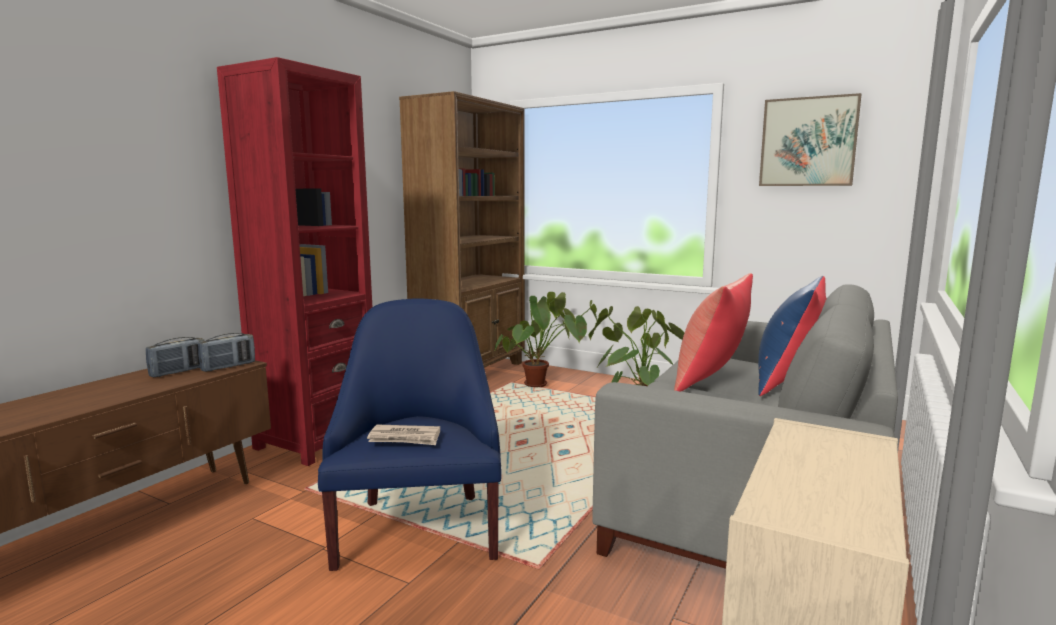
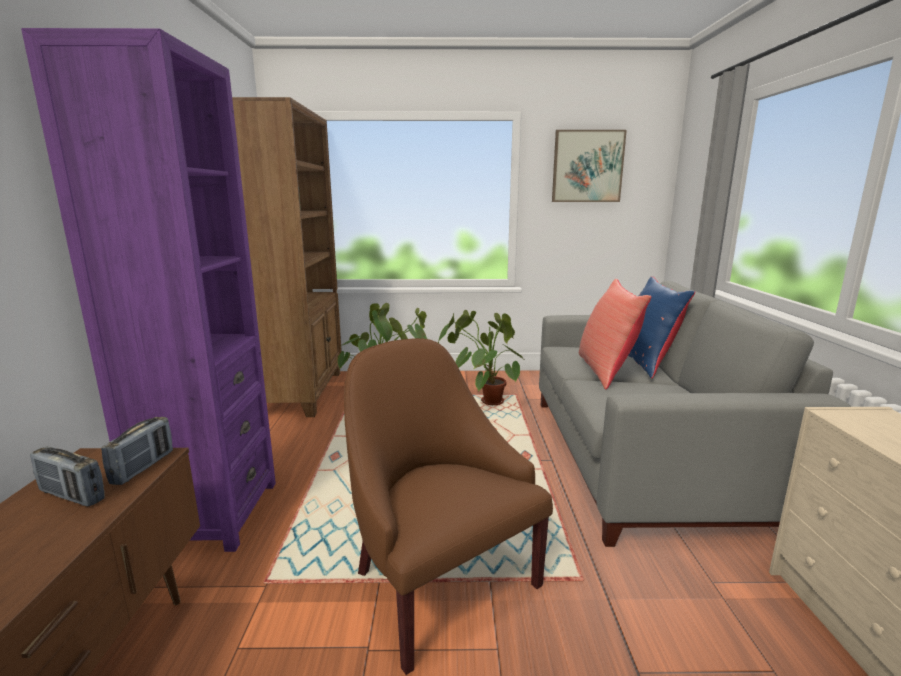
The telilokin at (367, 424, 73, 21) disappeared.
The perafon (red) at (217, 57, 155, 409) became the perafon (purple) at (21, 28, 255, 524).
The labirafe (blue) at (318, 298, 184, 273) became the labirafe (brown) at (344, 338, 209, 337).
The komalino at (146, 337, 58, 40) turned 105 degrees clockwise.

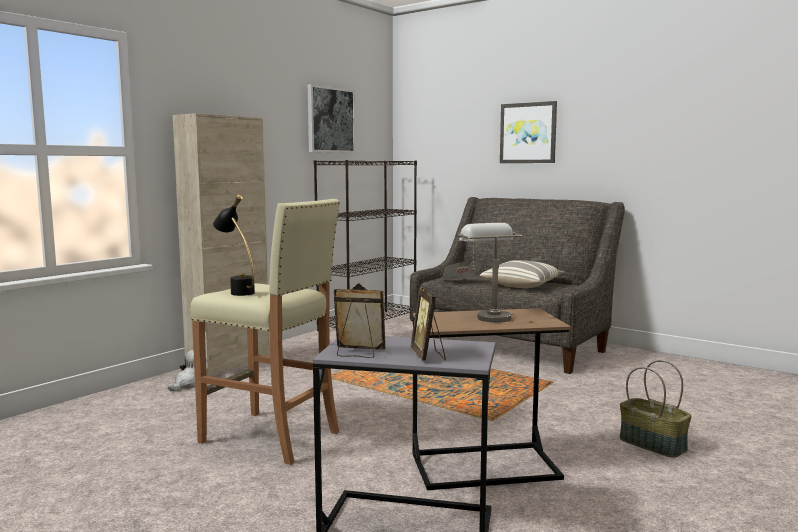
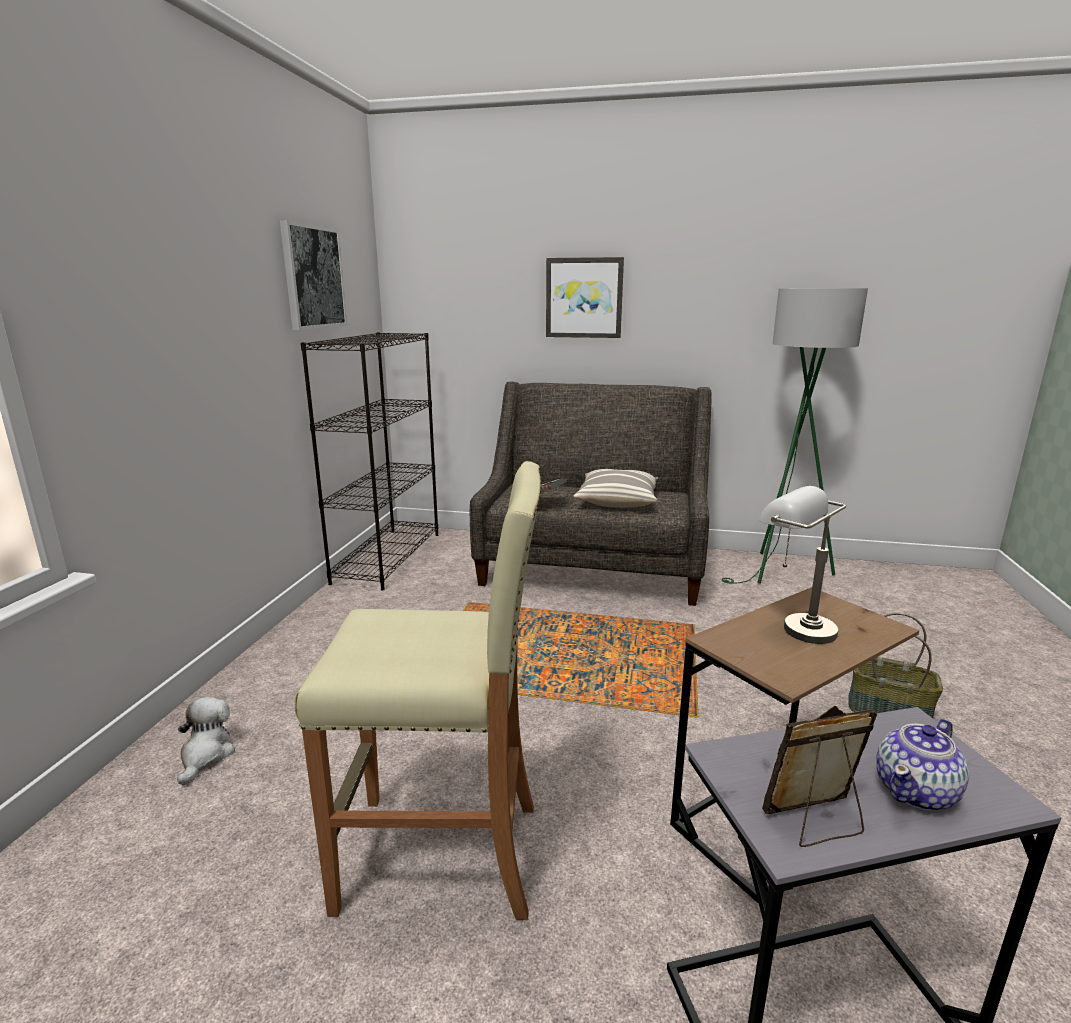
The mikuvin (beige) at (173, 113, 97, 263) disappeared.
The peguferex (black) at (213, 194, 42, 102) disappeared.
The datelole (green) at (722, 288, 146, 296) appeared.
The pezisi at (410, 285, 36, 75) was replaced by the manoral at (877, 719, 92, 92).

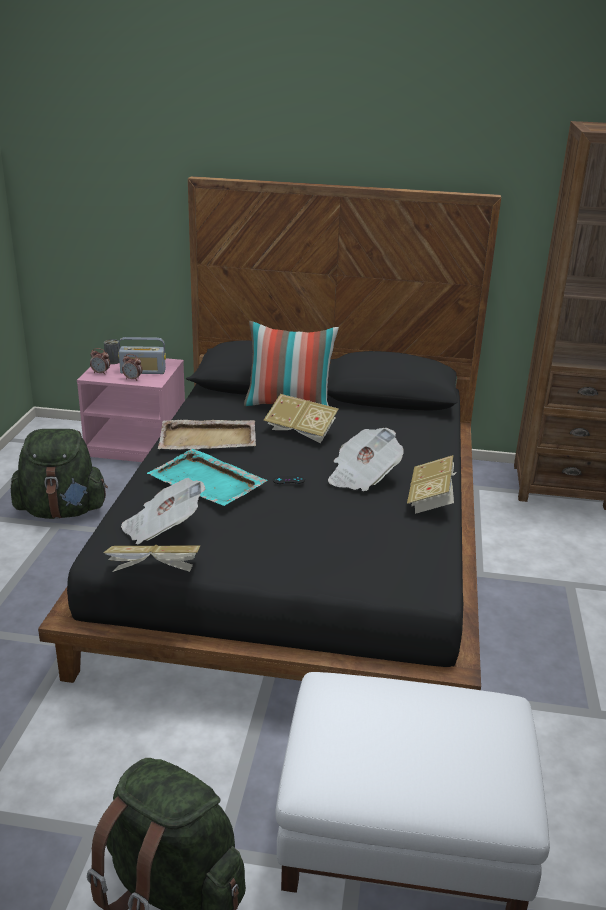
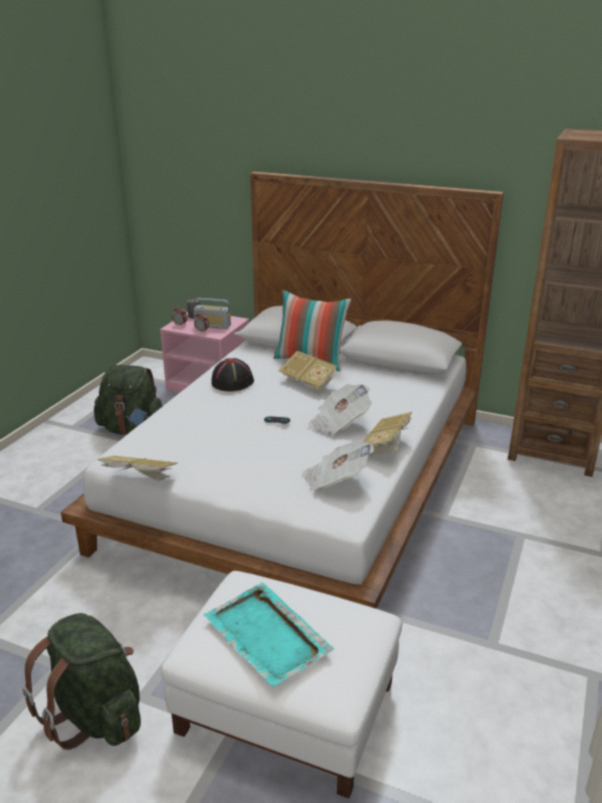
The telilokin moved from (121, 478, 84, 67) to (302, 439, 72, 52).
The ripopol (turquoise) moved from (147, 449, 121, 57) to (203, 583, 131, 104).
The ripopol (beige) at (158, 420, 98, 29) was replaced by the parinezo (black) at (211, 358, 43, 33).
The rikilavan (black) at (38, 176, 463, 514) became the rikilavan (white) at (61, 171, 443, 438).

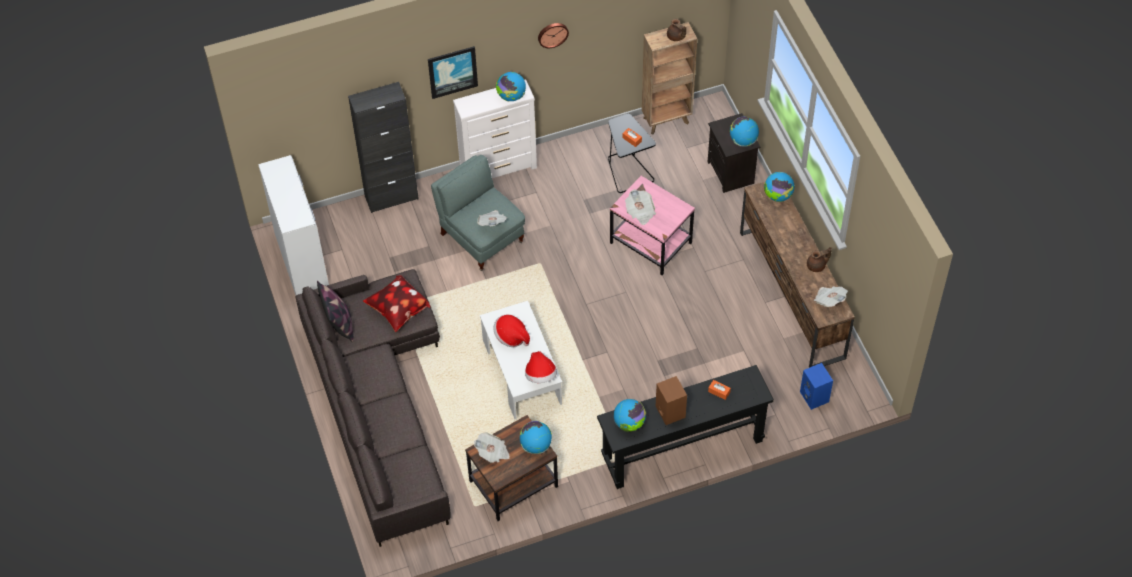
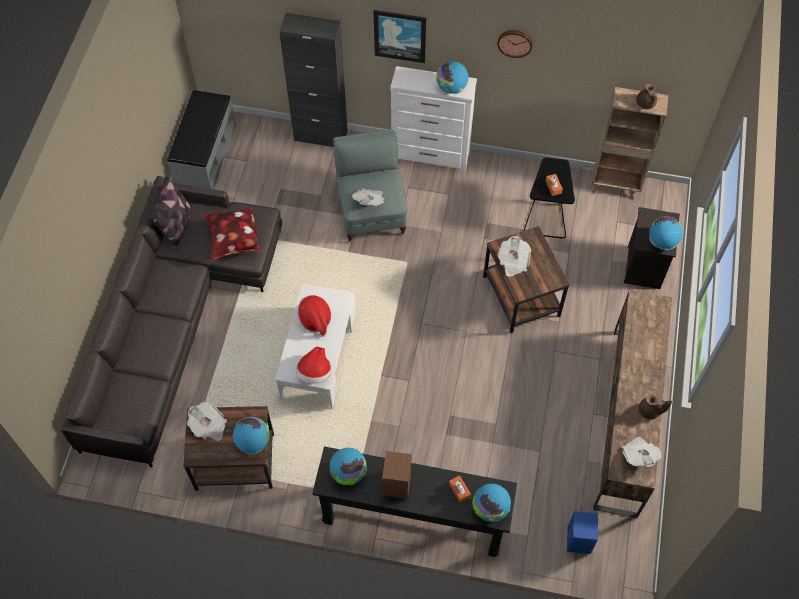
The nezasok moved from (764, 172, 31, 30) to (472, 484, 39, 38).
The mikuvin (white) at (258, 155, 71, 140) was replaced by the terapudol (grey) at (167, 90, 69, 99).
The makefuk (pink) at (610, 176, 85, 99) became the makefuk (brown) at (483, 226, 86, 107).

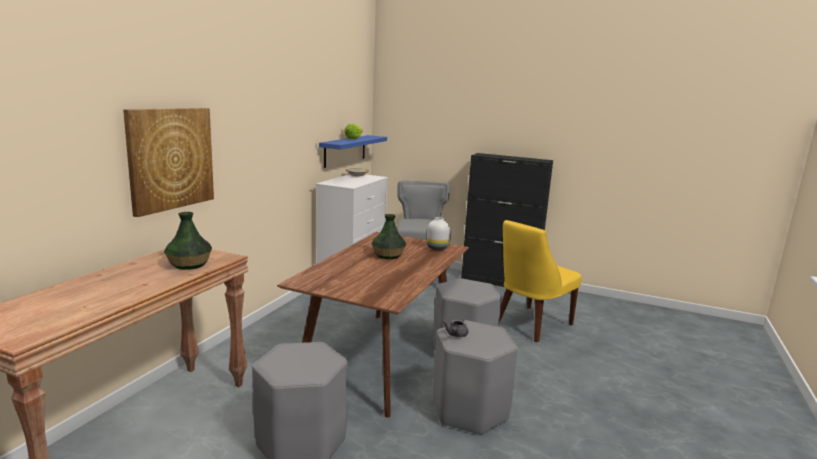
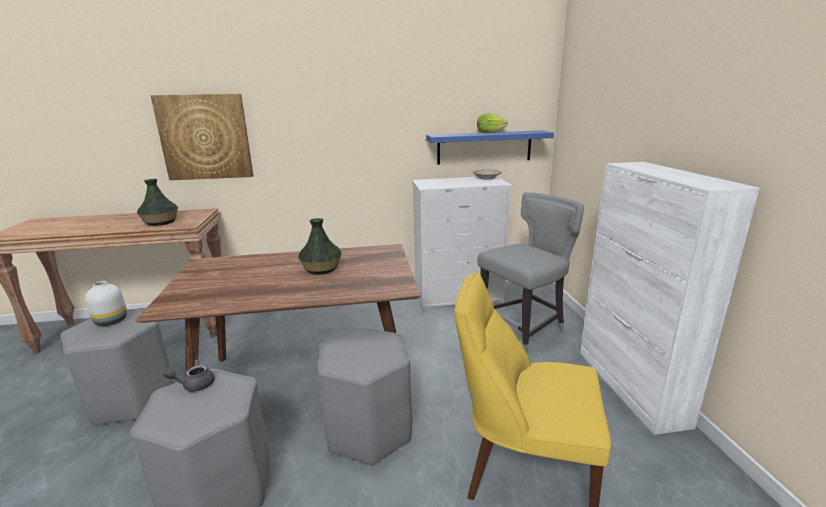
The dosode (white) moved from (427, 217, 23, 33) to (85, 281, 42, 45).
The mikuvin (black) at (461, 153, 92, 134) became the mikuvin (white) at (580, 162, 180, 273).

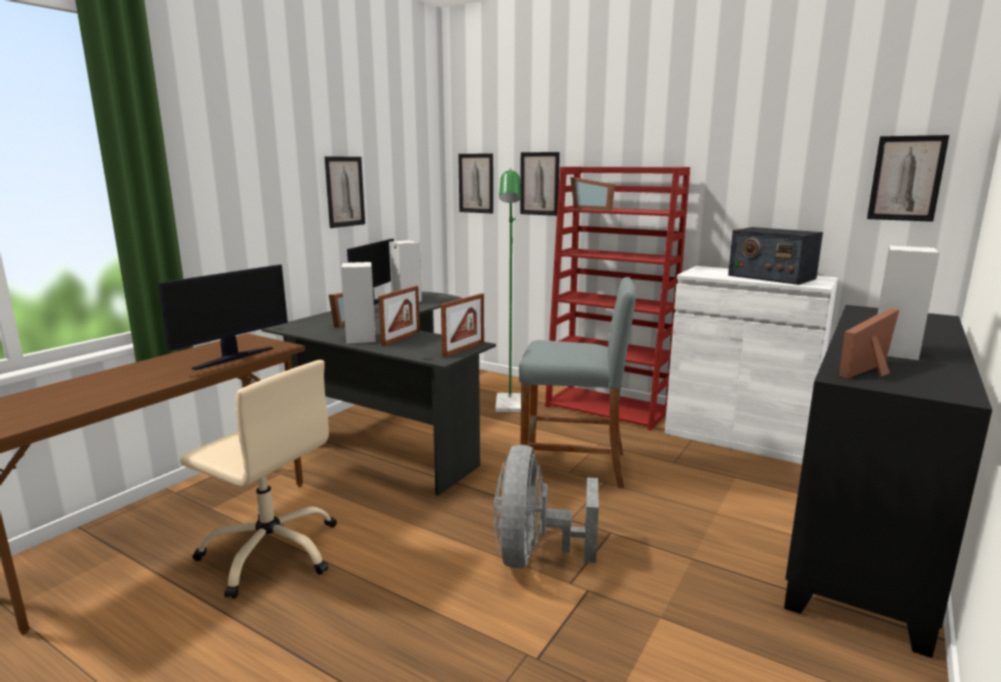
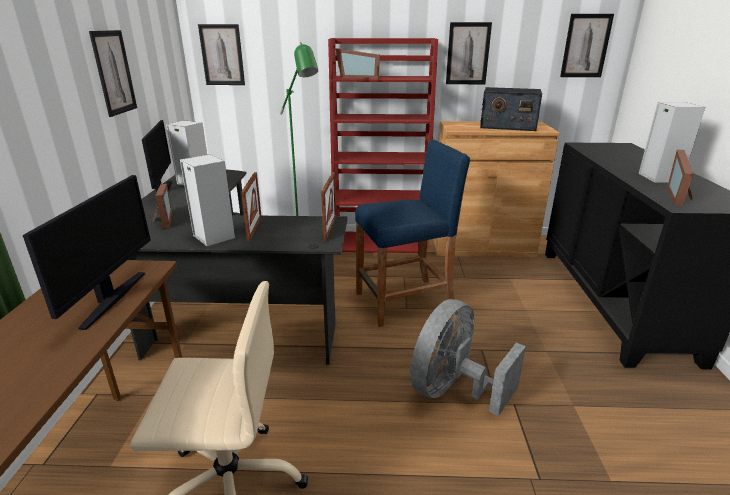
The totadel moved from (520, 152, 40, 64) to (446, 22, 46, 62).
The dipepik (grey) at (519, 277, 117, 211) became the dipepik (blue) at (355, 139, 115, 188).
The mikuvin (white) at (665, 266, 173, 199) became the mikuvin (brown) at (433, 121, 127, 137).
The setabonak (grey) at (494, 445, 105, 124) turned 60 degrees clockwise.

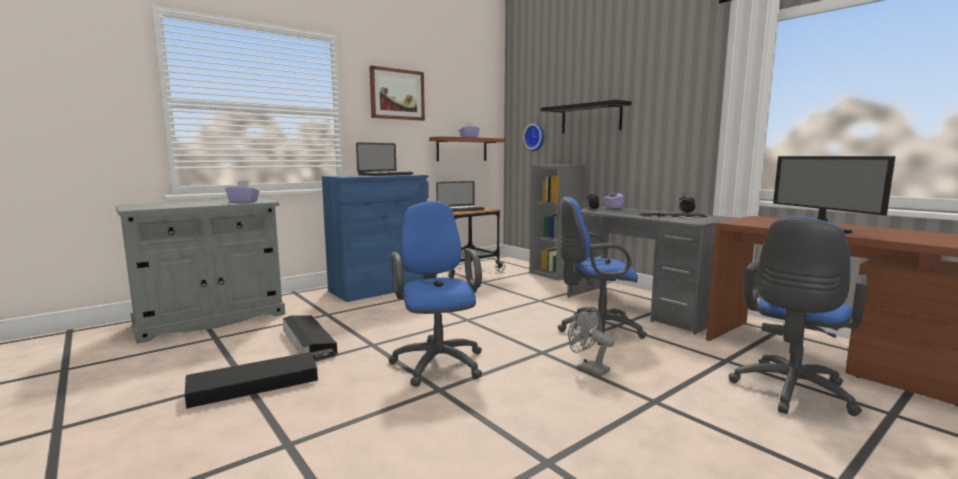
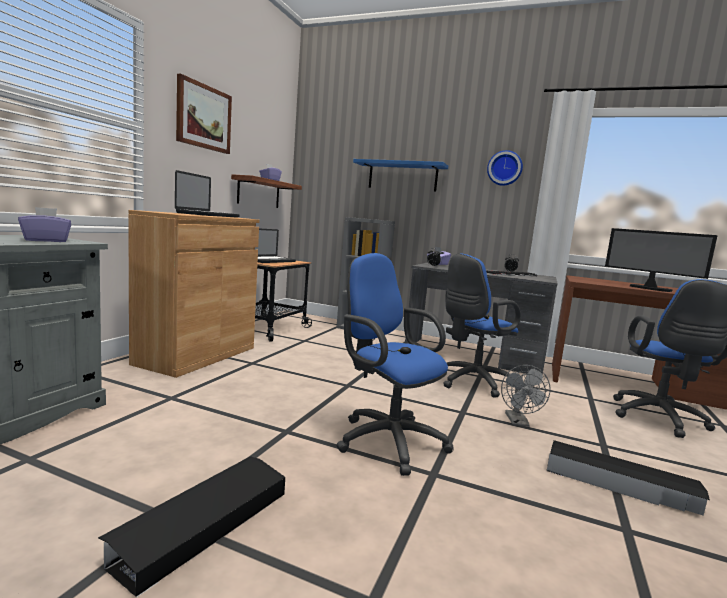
The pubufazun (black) moved from (283, 315, 55, 45) to (547, 440, 163, 76).
The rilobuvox moved from (523, 122, 21, 29) to (487, 150, 36, 36).
The mikuvin (blue) at (322, 174, 107, 128) became the mikuvin (brown) at (128, 210, 131, 168).
The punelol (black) at (540, 99, 92, 34) became the punelol (blue) at (353, 159, 95, 33).
The setabonak (grey) at (568, 307, 46, 69) turned 105 degrees counterclockwise.

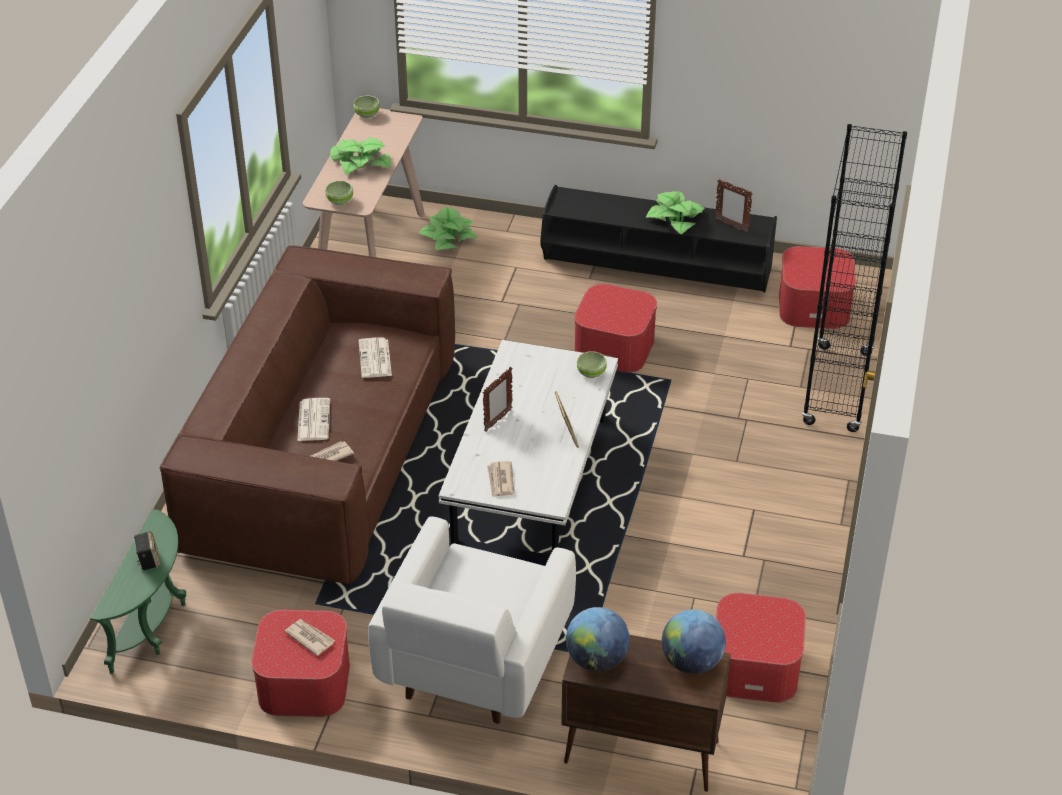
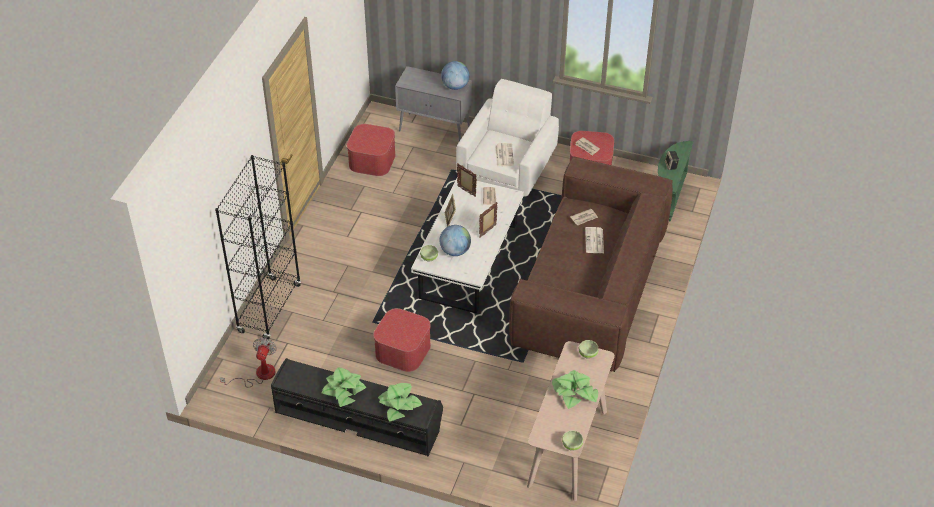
The telilokin moved from (359, 337, 33, 41) to (495, 143, 19, 23).
The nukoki moved from (418, 207, 59, 43) to (378, 383, 44, 39).
The nezasok moved from (662, 610, 64, 64) to (440, 225, 31, 31).
The pezisi moved from (715, 179, 38, 54) to (457, 163, 20, 34).
The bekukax at (779, 246, 77, 83) was replaced by the setabonak at (220, 338, 57, 49).
The mikuvin (brown) at (561, 635, 170, 157) became the mikuvin (grey) at (395, 66, 77, 75).

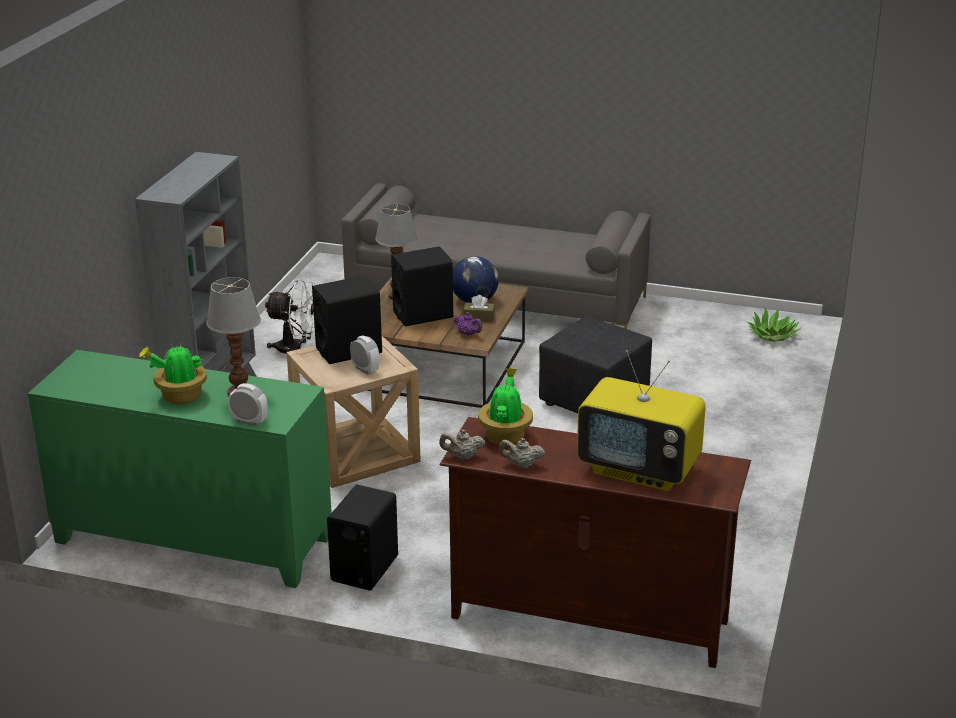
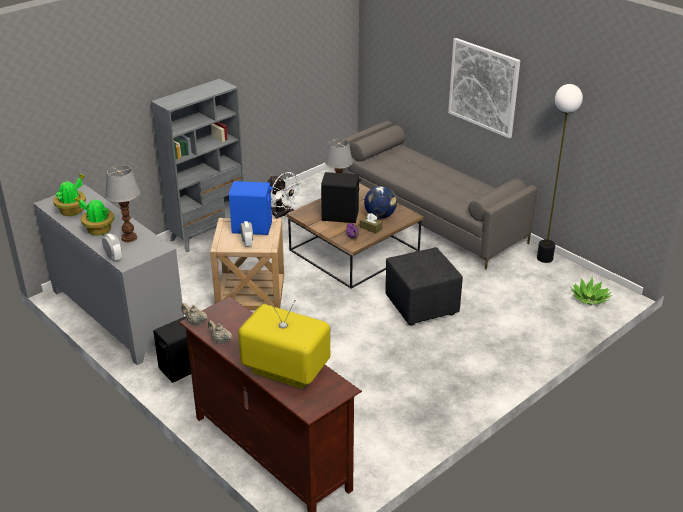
The totadel at (448, 38, 72, 100) appeared.
The datelole at (537, 84, 46, 179) appeared.
The nukoki moved from (478, 368, 55, 77) to (53, 174, 33, 42).
The mikuvin (green) at (28, 350, 304, 238) became the mikuvin (grey) at (33, 184, 151, 181).
The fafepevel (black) at (312, 275, 70, 89) became the fafepevel (blue) at (229, 181, 44, 54).
The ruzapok at (577, 350, 129, 141) turned 150 degrees clockwise.

